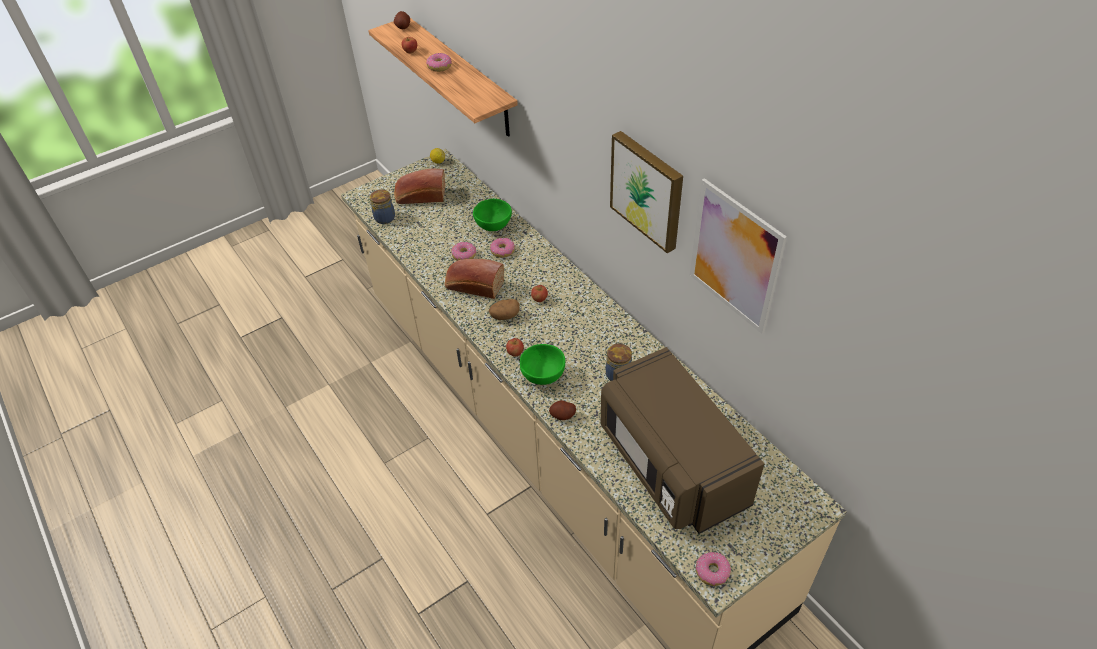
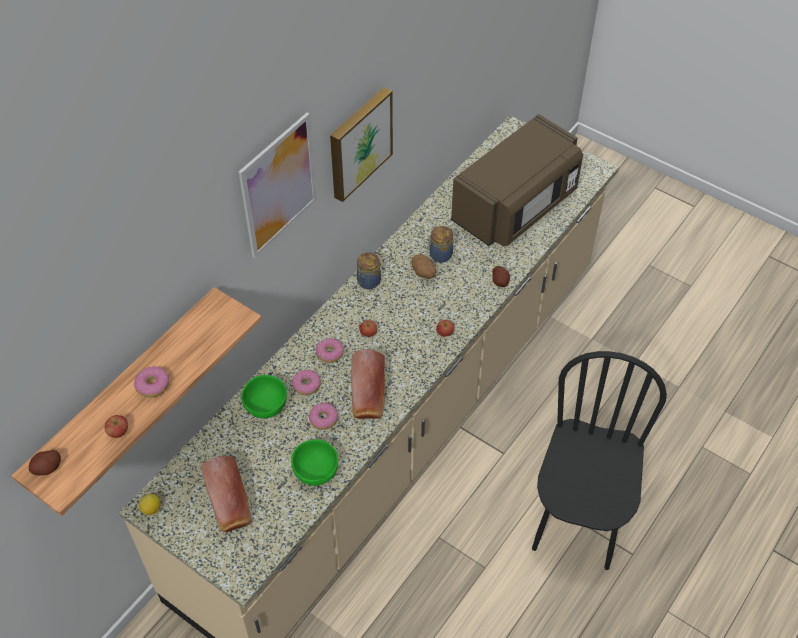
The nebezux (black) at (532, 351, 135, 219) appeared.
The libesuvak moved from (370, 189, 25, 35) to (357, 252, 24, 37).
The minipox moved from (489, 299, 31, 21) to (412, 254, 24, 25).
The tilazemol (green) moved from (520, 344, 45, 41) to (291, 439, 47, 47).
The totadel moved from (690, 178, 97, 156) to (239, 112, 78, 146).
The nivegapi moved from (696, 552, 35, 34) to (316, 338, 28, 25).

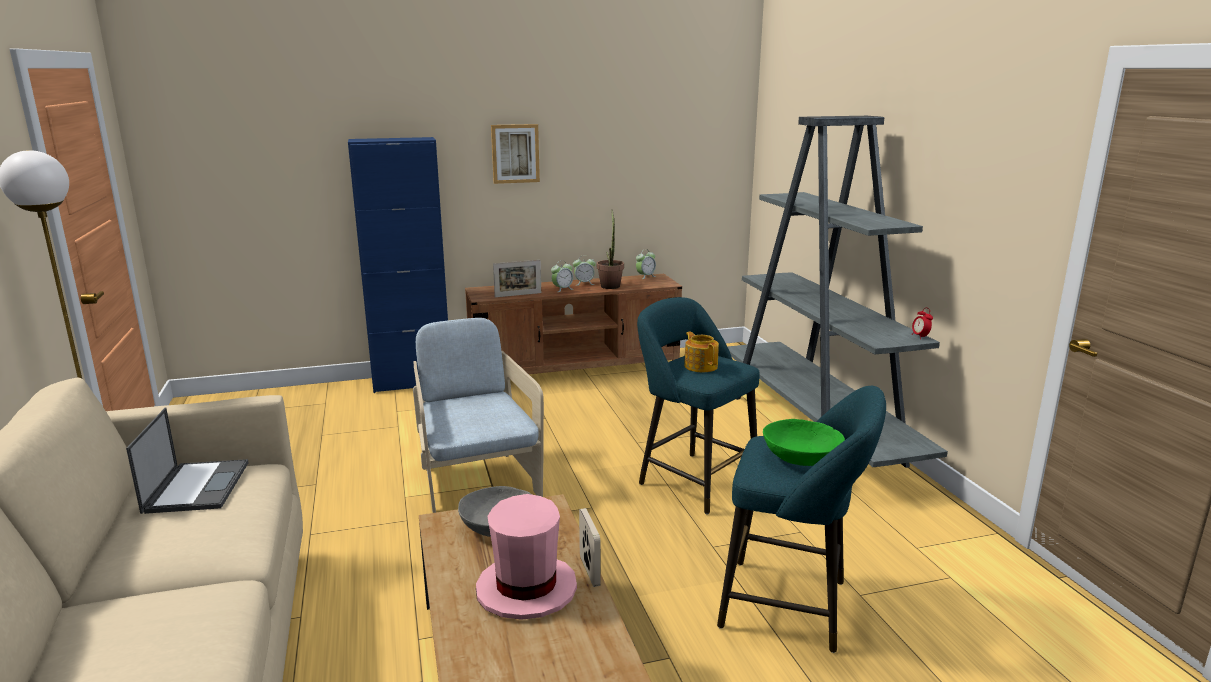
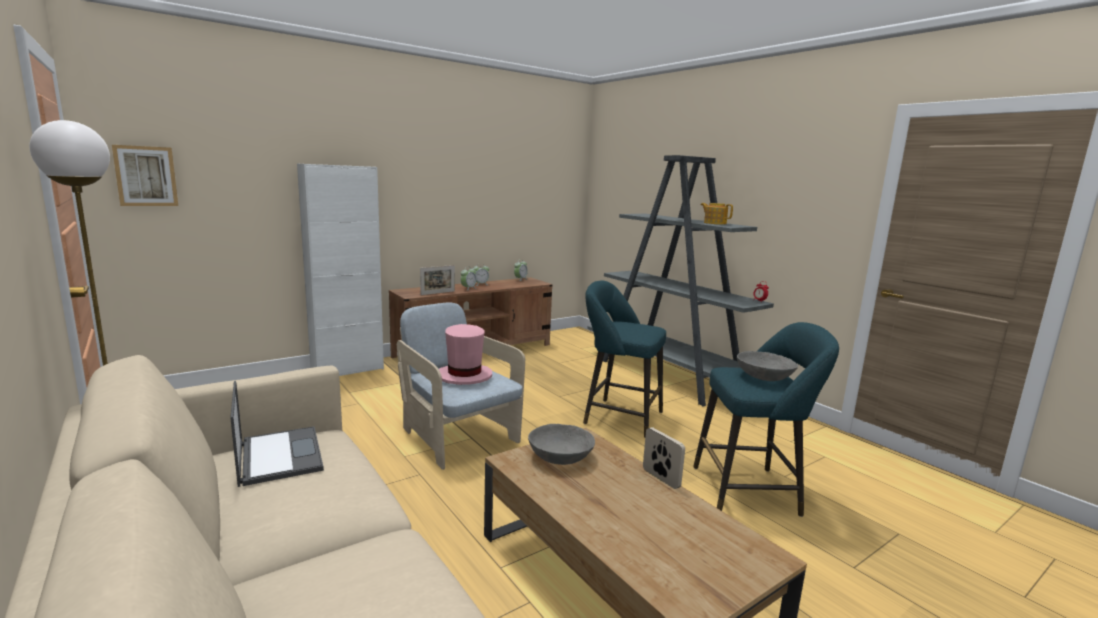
The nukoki at (597, 210, 27, 79) disappeared.
The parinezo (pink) moved from (476, 494, 101, 126) to (439, 324, 53, 61).
The totadel moved from (491, 124, 49, 60) to (112, 145, 66, 61).
The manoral moved from (684, 332, 35, 40) to (701, 203, 32, 21).
The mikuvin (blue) at (348, 137, 100, 256) became the mikuvin (white) at (297, 164, 87, 212).
The tilazemol (green) at (763, 419, 82, 47) became the tilazemol (grey) at (737, 351, 61, 30).

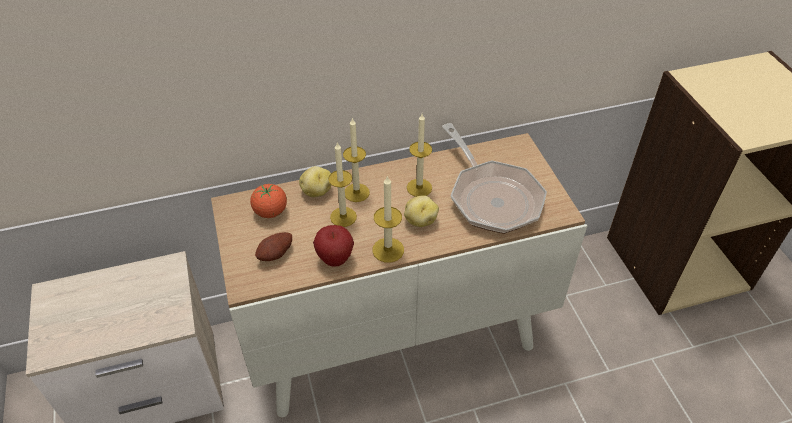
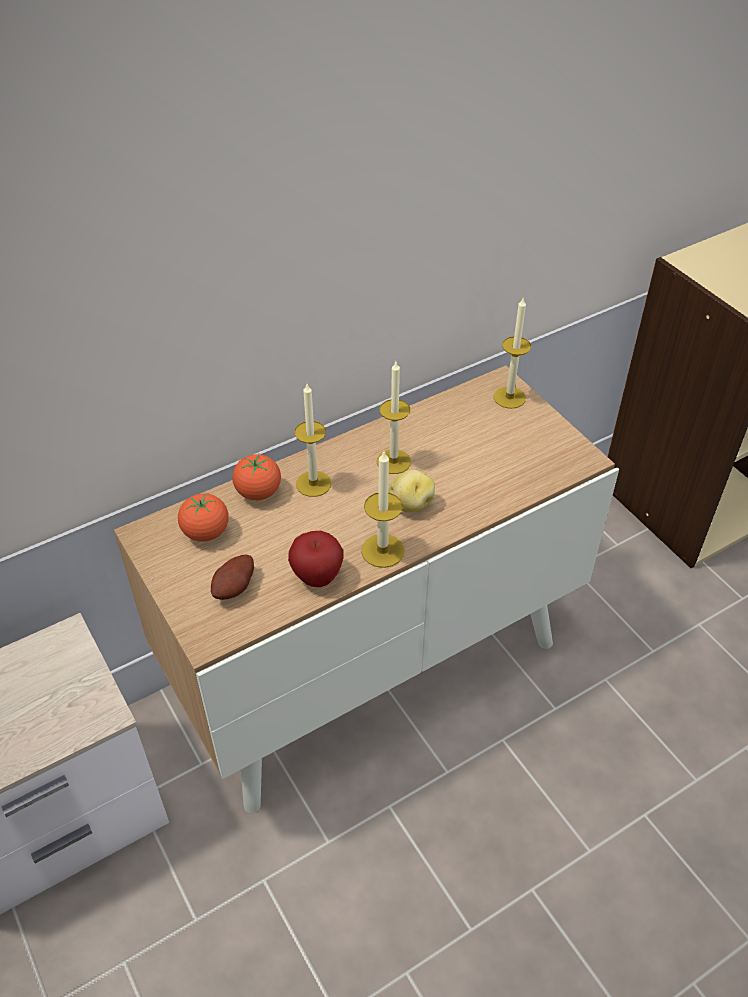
The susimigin at (442, 123, 105, 111) disappeared.
The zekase moved from (328, 142, 29, 85) to (493, 298, 38, 111).
The minipox at (299, 166, 32, 31) was replaced by the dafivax at (232, 454, 49, 46).

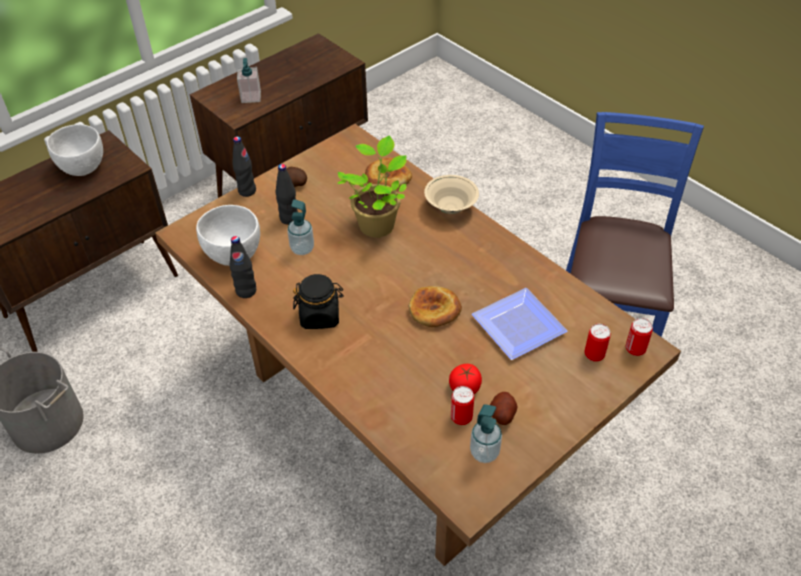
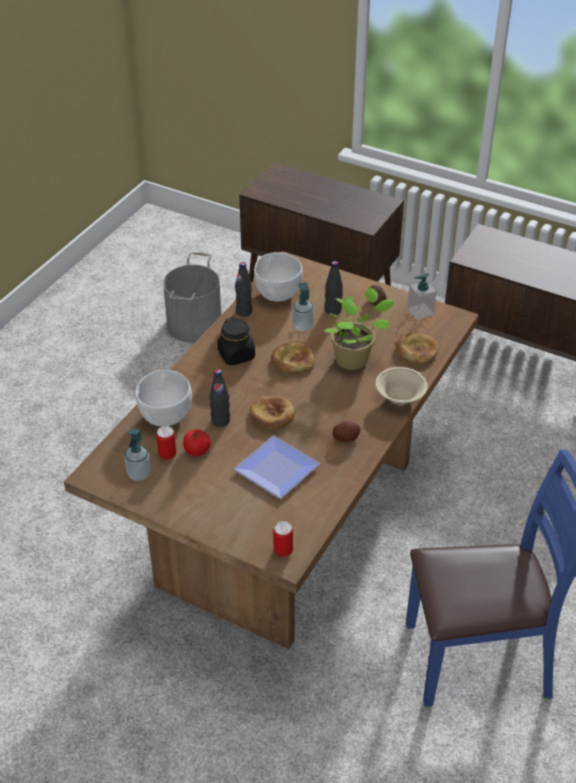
The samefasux at (585, 324, 26, 38) disappeared.
The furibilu at (271, 343, 43, 31) appeared.
The tilazemol (white) moved from (47, 124, 56, 52) to (136, 370, 56, 56).
The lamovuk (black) moved from (233, 136, 23, 61) to (210, 369, 20, 58).
The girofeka moved from (237, 58, 24, 45) to (407, 273, 30, 46).
The minipox moved from (490, 392, 28, 33) to (333, 421, 28, 21).

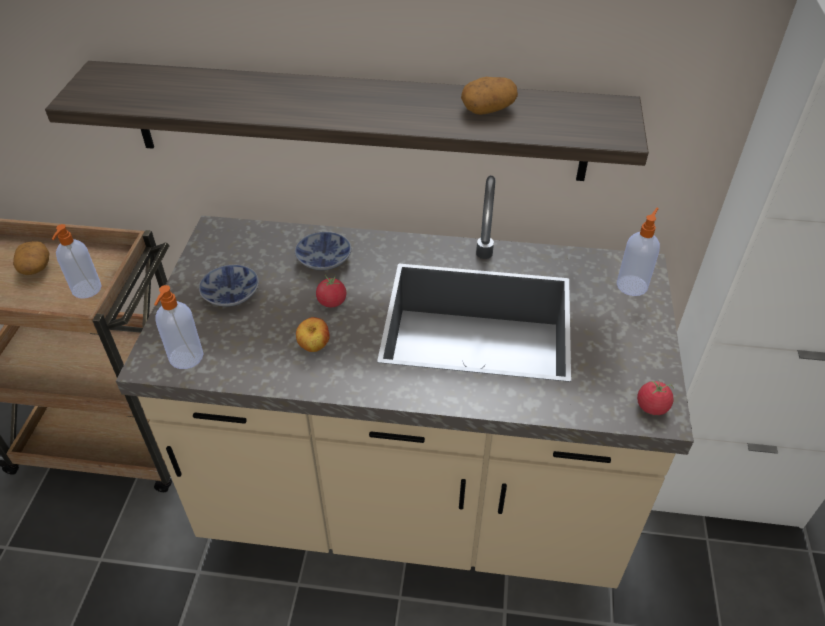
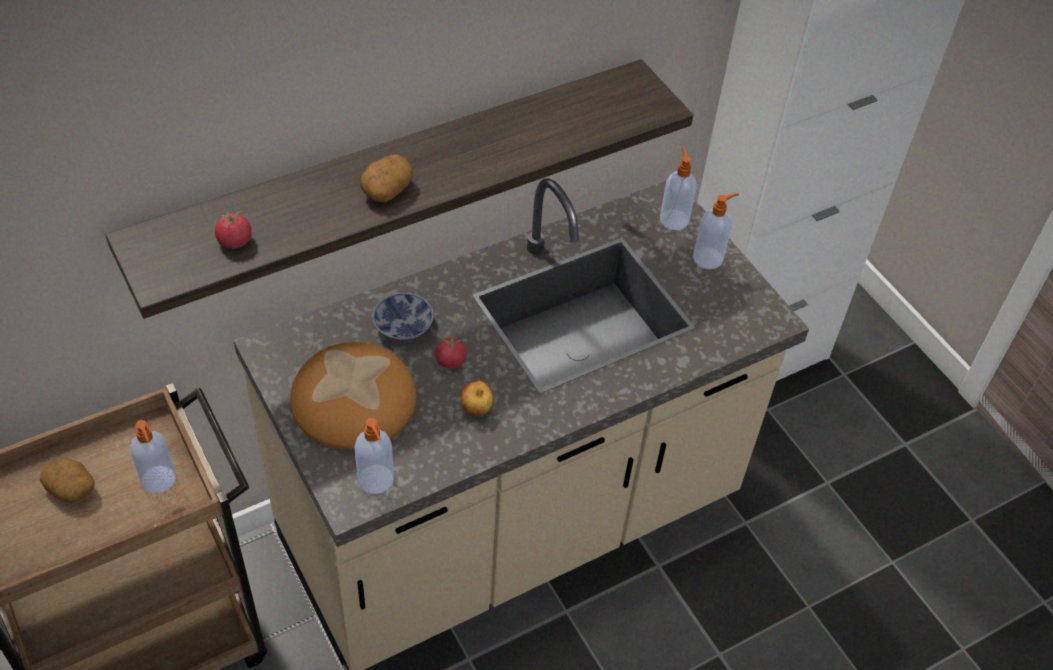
The girofeka at (693, 193, 46, 76) appeared.
The minipox moved from (461, 77, 57, 38) to (360, 154, 53, 48).
The dafivax moved from (637, 381, 37, 34) to (215, 211, 37, 38).
The tilazemol at (199, 265, 60, 42) was replaced by the furibilu at (290, 342, 127, 108).

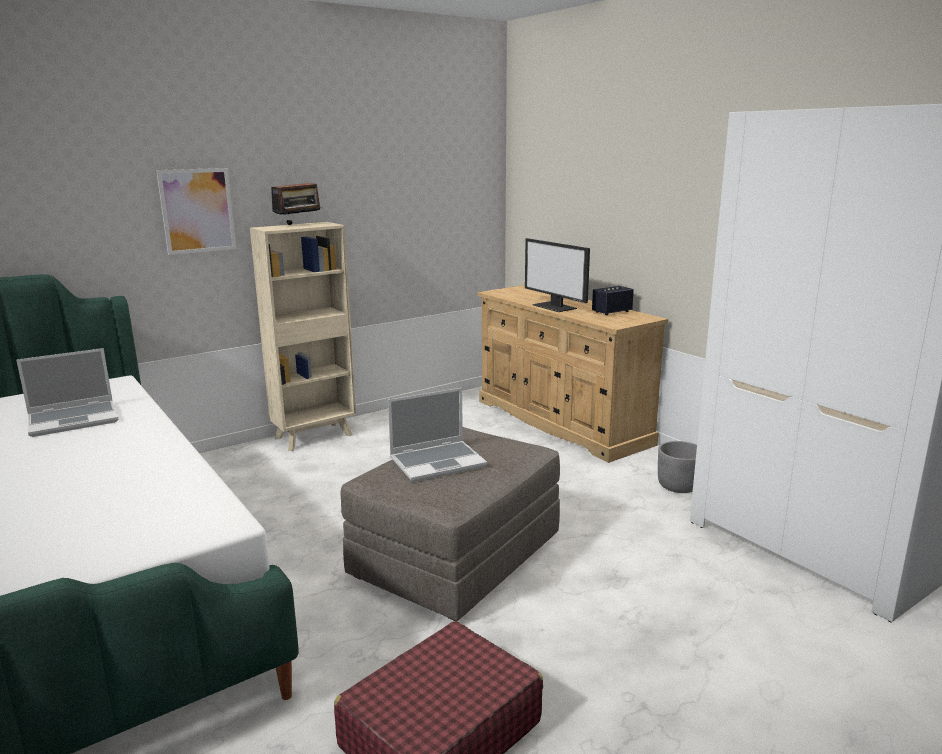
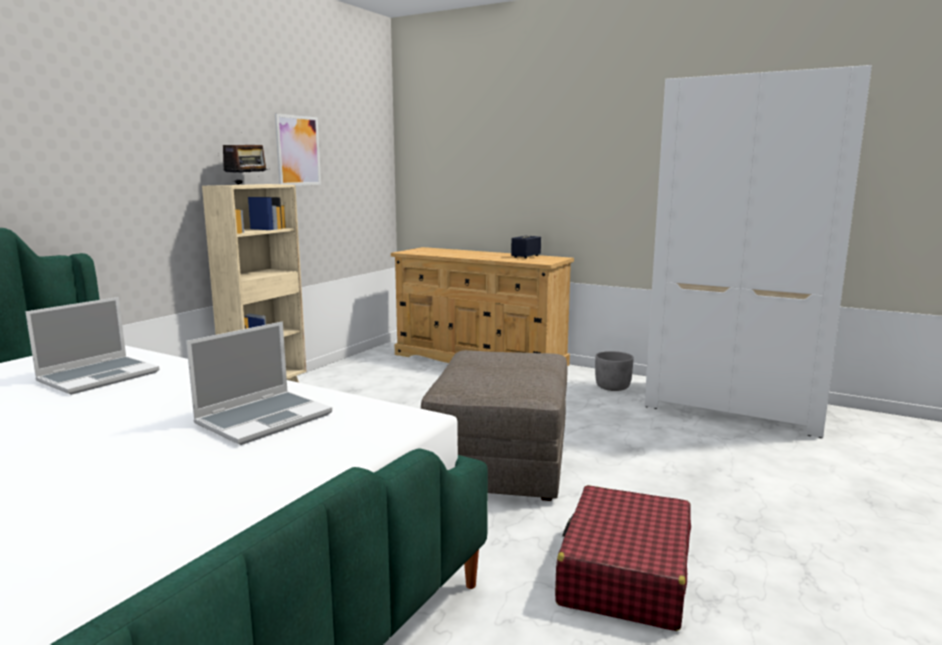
The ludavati at (525, 238, 65, 74) disappeared.
The totadel moved from (156, 168, 80, 87) to (275, 113, 46, 73).
The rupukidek moved from (388, 388, 99, 94) to (186, 321, 146, 124).

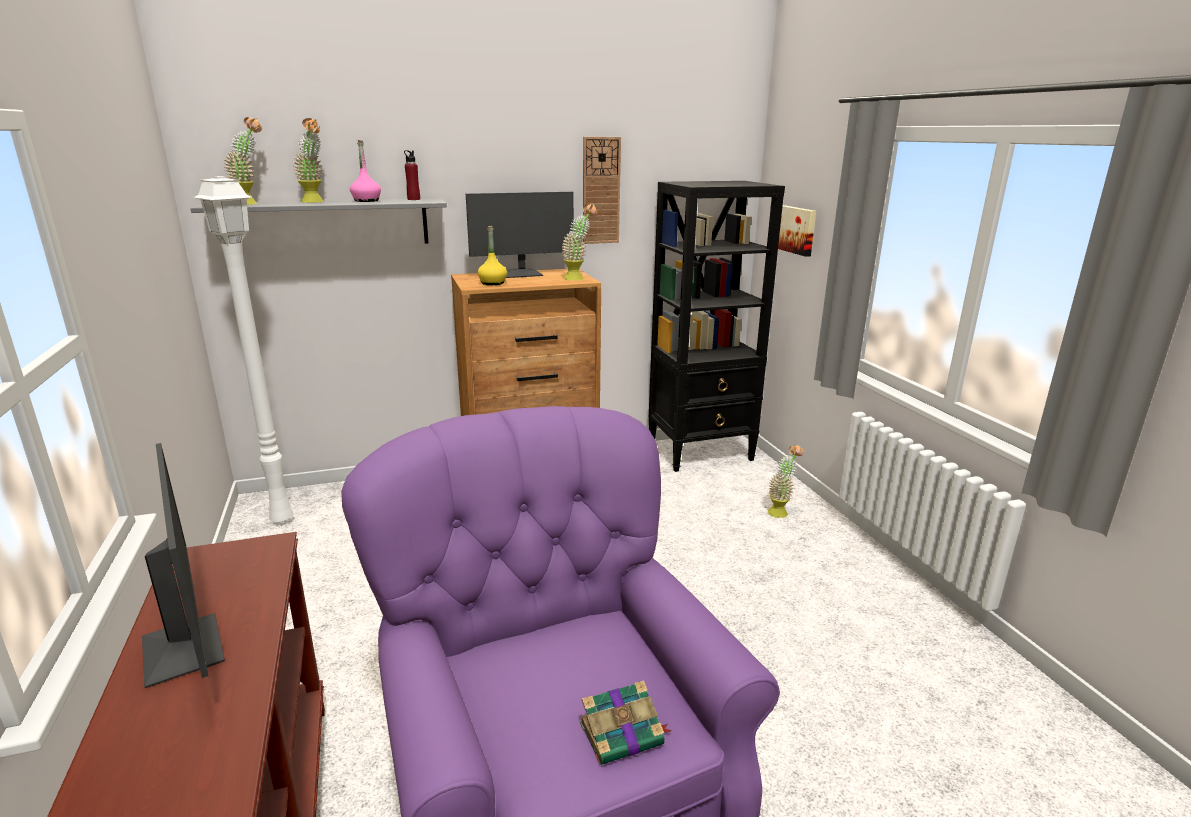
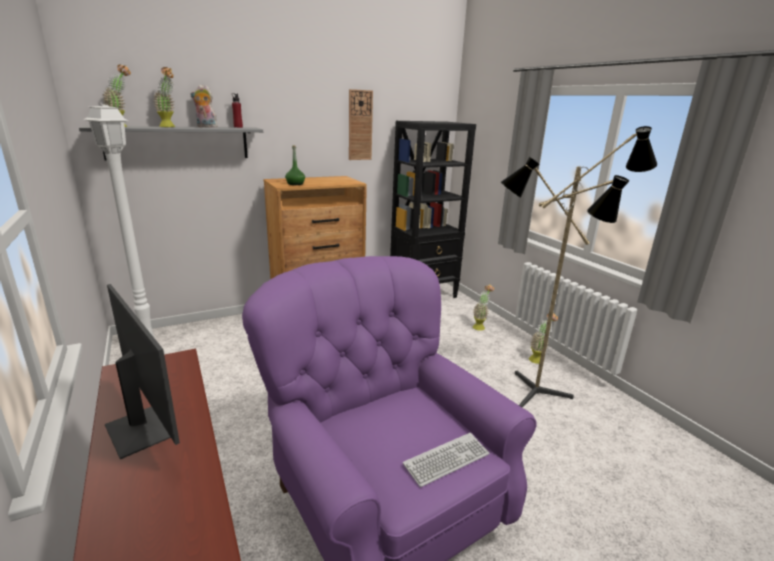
The ludavati at (466, 192, 108, 86) disappeared.
The totadel at (778, 205, 38, 52) disappeared.
The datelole at (501, 126, 156, 282) appeared.
The nukoki moved from (562, 204, 35, 77) to (529, 313, 29, 51).
The lamovuk (pink) at (350, 140, 31, 62) was replaced by the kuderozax at (190, 85, 28, 43).
The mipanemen at (580, 680, 92, 85) was replaced by the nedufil at (403, 433, 86, 54).
The lamovuk (yellow) at (478, 226, 29, 59) became the lamovuk (green) at (285, 145, 20, 40).

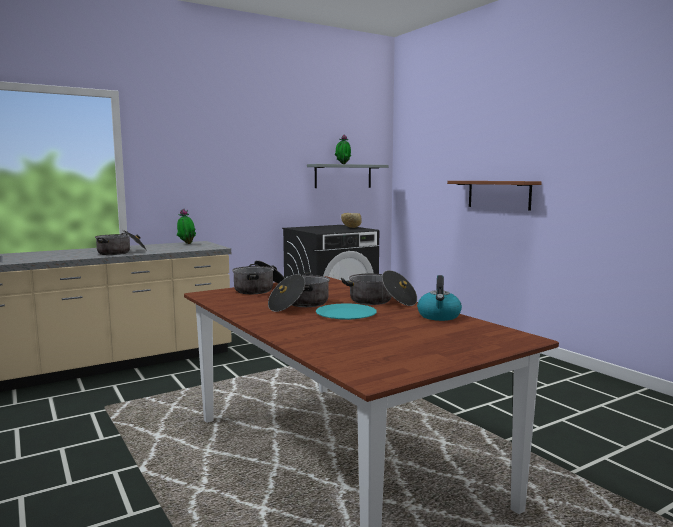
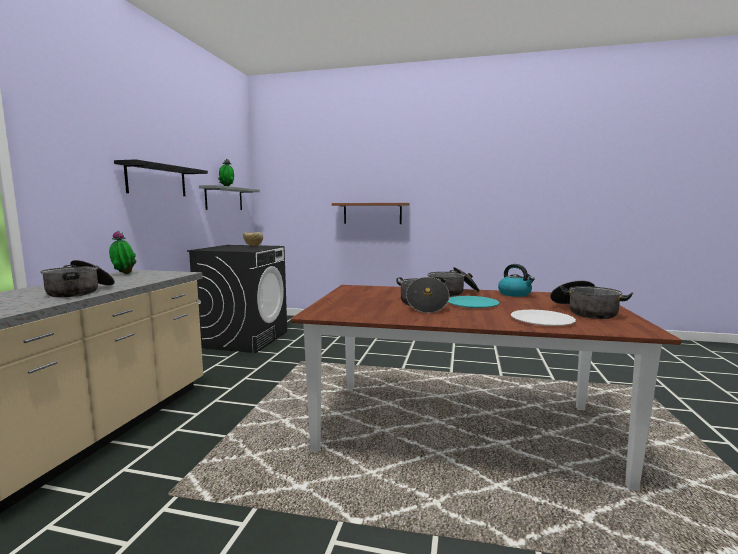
The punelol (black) at (114, 159, 94, 37) appeared.
The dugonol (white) at (511, 310, 65, 16) appeared.
The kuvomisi moved from (232, 260, 53, 34) to (550, 280, 83, 39).

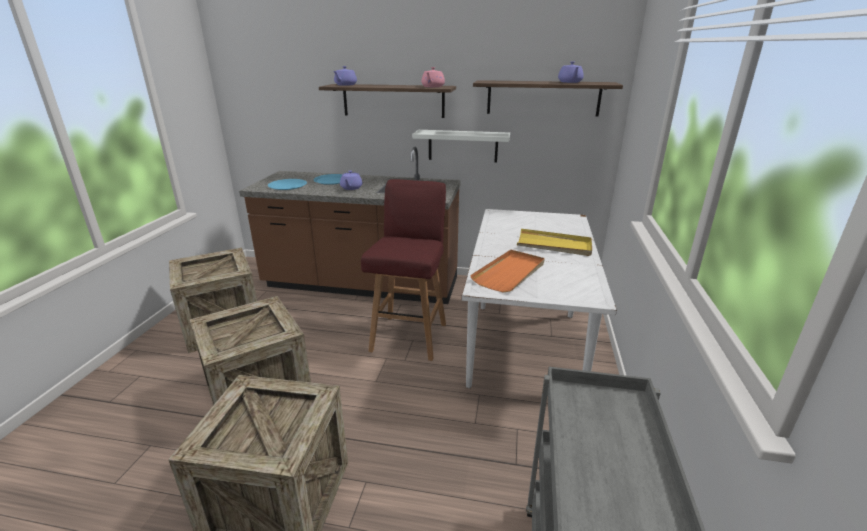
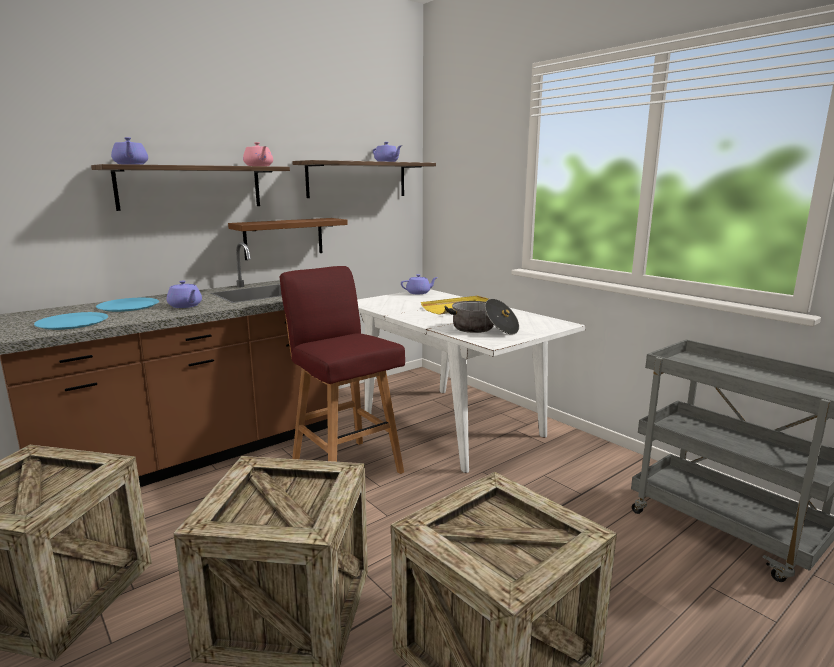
The manoral (purple) at (401, 274, 37, 20) appeared.
The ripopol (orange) at (470, 250, 75, 42) was replaced by the kuvomisi at (444, 299, 75, 36).
The punelol (white) at (412, 130, 98, 33) became the punelol (brown) at (228, 218, 120, 42).

